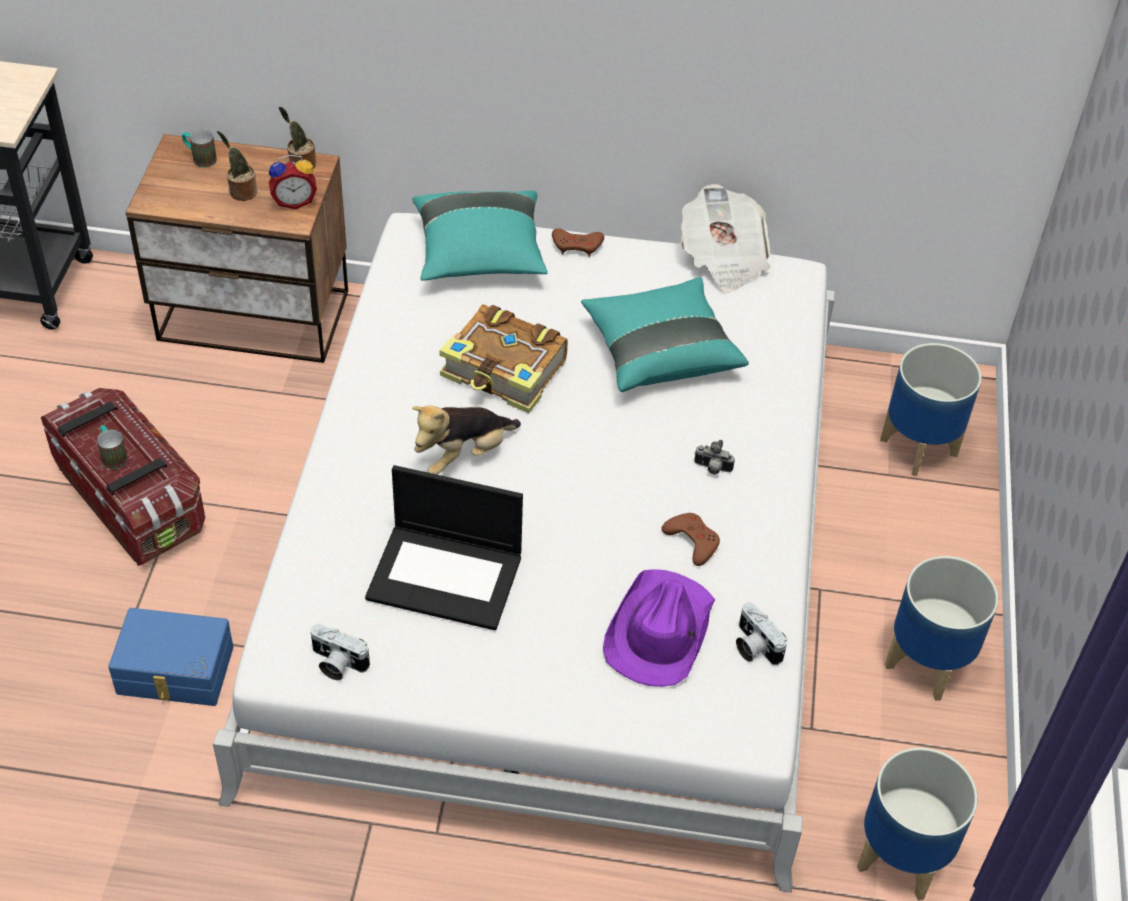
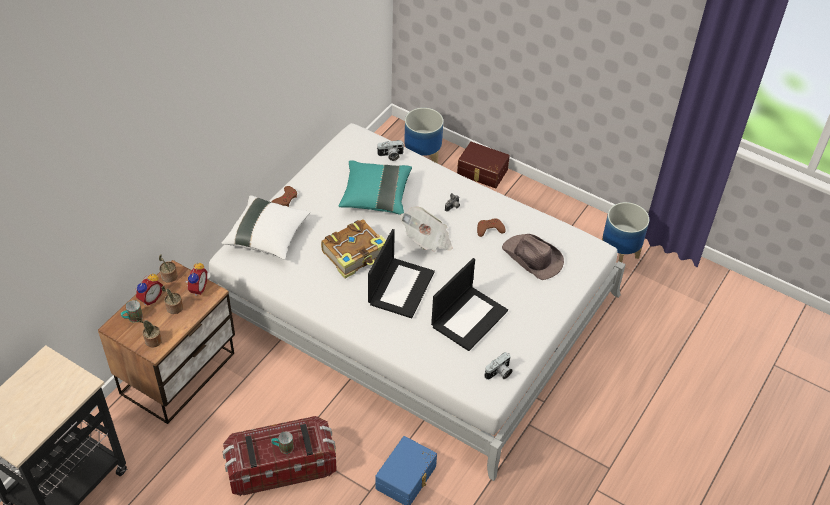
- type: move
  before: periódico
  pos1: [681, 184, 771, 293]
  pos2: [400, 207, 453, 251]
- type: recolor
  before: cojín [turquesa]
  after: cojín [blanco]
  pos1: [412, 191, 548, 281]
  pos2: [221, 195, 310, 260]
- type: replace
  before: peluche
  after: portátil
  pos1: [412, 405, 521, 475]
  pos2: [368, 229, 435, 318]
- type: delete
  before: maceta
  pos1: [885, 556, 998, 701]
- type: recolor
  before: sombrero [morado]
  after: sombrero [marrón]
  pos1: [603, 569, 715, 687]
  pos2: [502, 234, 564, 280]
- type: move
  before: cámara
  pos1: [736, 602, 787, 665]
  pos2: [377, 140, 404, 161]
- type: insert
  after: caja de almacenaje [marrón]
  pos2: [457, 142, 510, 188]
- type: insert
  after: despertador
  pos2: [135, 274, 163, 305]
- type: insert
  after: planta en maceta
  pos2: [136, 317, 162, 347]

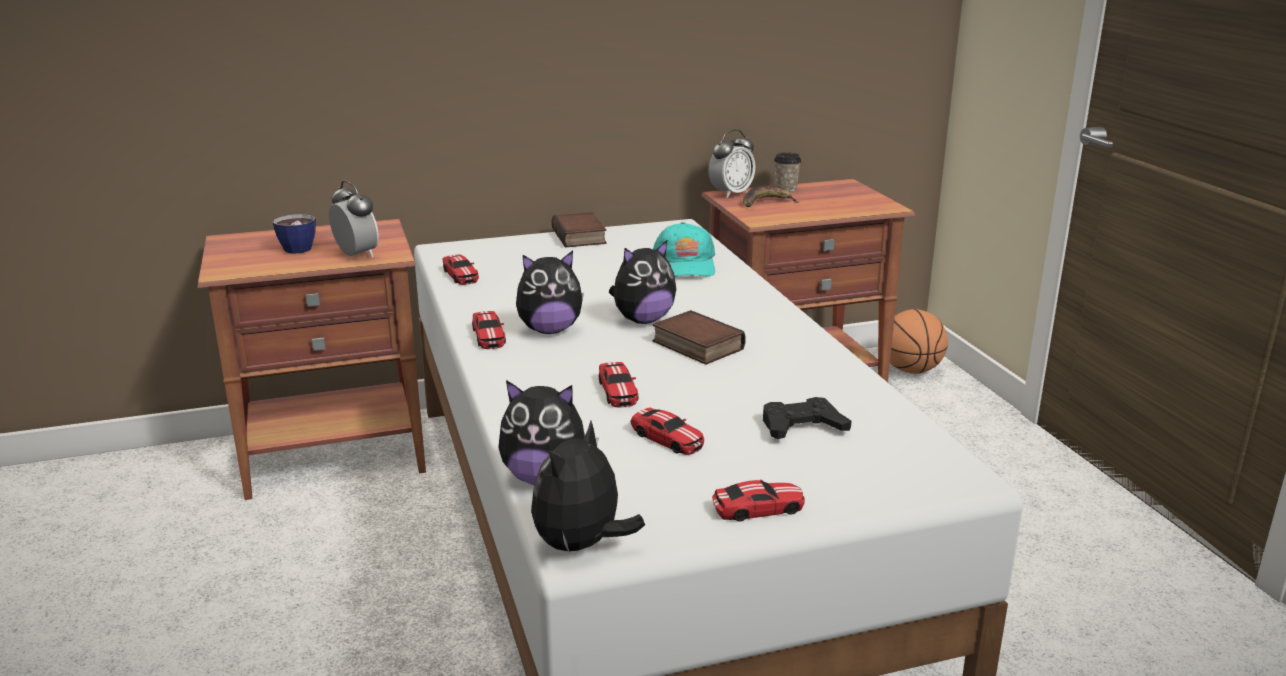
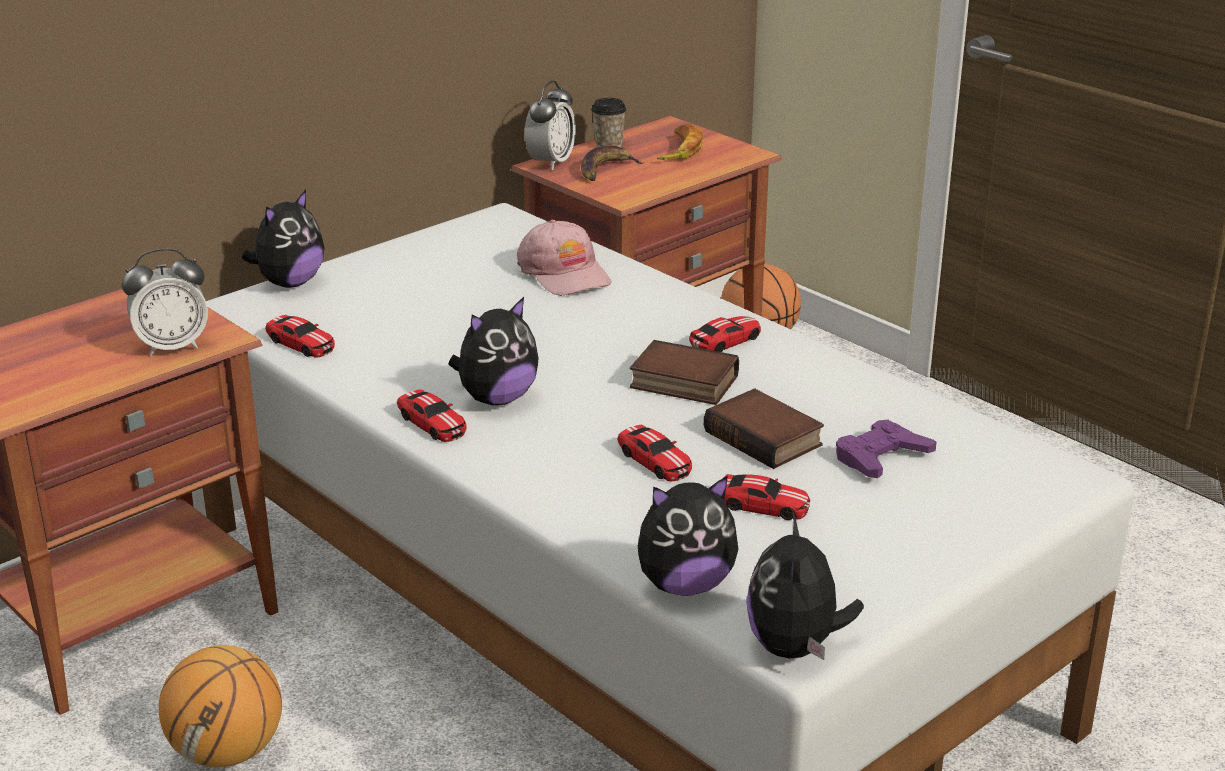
- type: rotate
  before: despertador
  pos1: [329, 180, 379, 258]
  pos2: [121, 248, 208, 356]
  turn: 135
- type: move
  before: libro
  pos1: [552, 212, 607, 248]
  pos2: [704, 388, 824, 469]
- type: delete
  before: taza
  pos1: [273, 214, 316, 253]
- type: recolor
  before: gorra [turquesa]
  after: gorra [rosa]
  pos1: [653, 222, 715, 277]
  pos2: [517, 220, 611, 296]
- type: move
  before: peluche
  pos1: [609, 240, 676, 324]
  pos2: [242, 190, 324, 288]
- type: recolor
  before: mando de consola [negro]
  after: mando de consola [morado]
  pos1: [763, 397, 851, 439]
  pos2: [836, 420, 937, 478]
- type: move
  before: coche de juguete
  pos1: [712, 480, 805, 521]
  pos2: [689, 316, 761, 352]
- type: insert
  after: plátano
  pos2: [657, 124, 703, 160]
- type: insert
  after: balón de baloncesto
  pos2: [159, 645, 282, 767]

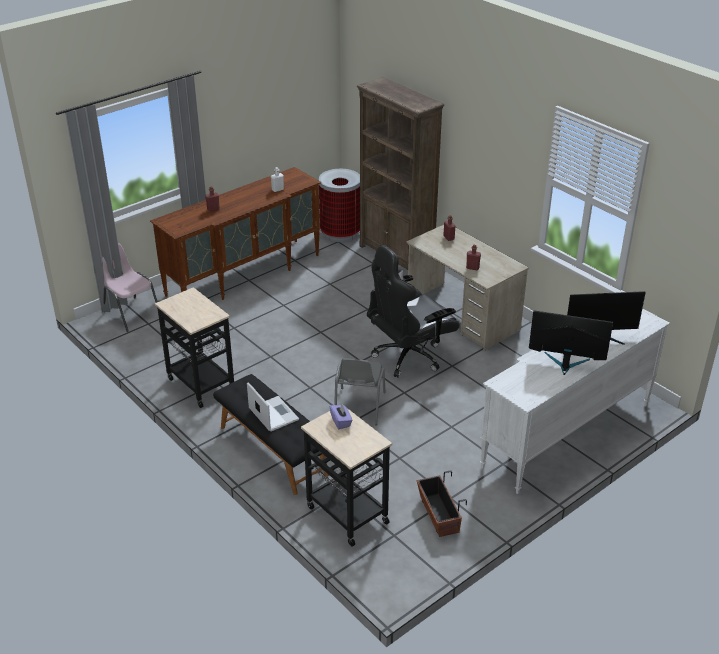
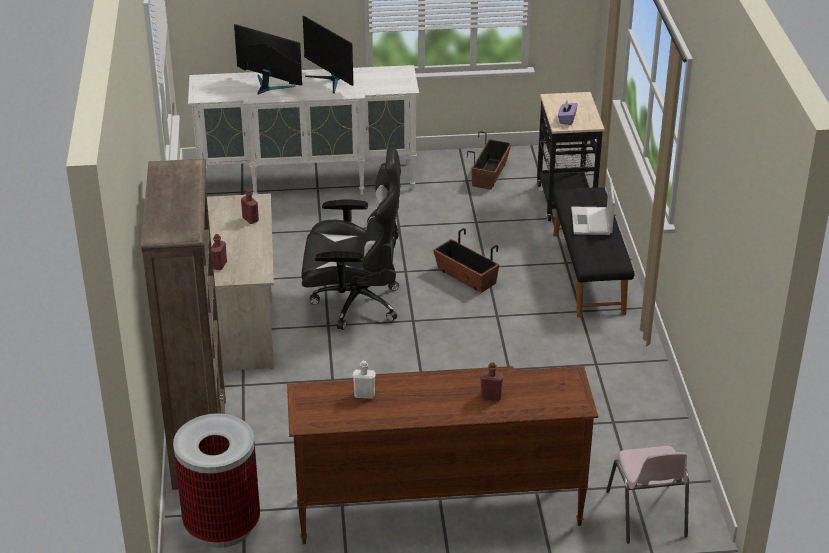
- type: delete
  before: carrito
  pos1: [155, 287, 234, 408]
- type: replace
  before: silla [gris]
  after: maceta
  pos1: [334, 358, 385, 425]
  pos2: [433, 228, 499, 293]

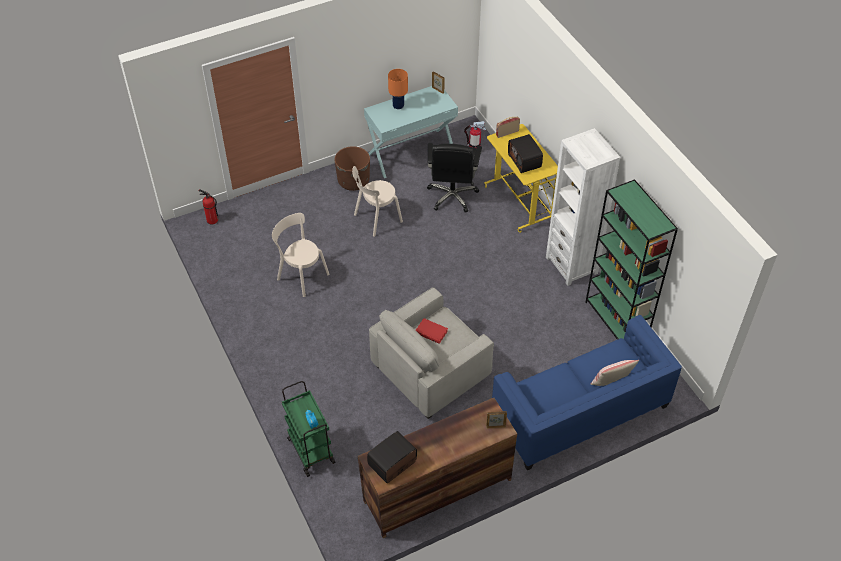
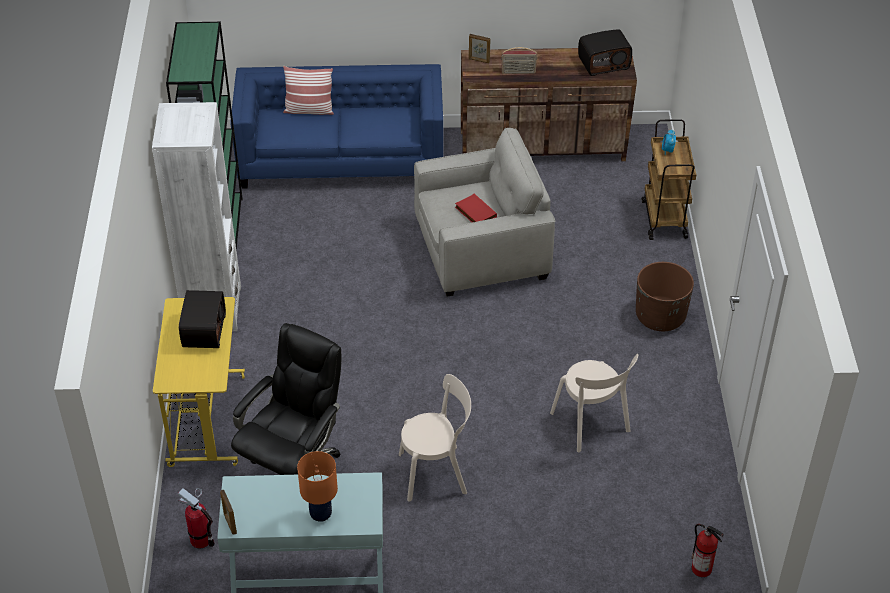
- type: move
  before: radio
  pos1: [496, 116, 520, 138]
  pos2: [501, 47, 537, 74]
- type: move
  before: maceta [marrón]
  pos1: [335, 146, 370, 191]
  pos2: [636, 262, 694, 331]
- type: recolor
  before: carrito [verde]
  after: carrito [marrón]
  pos1: [282, 381, 335, 477]
  pos2: [641, 119, 696, 240]

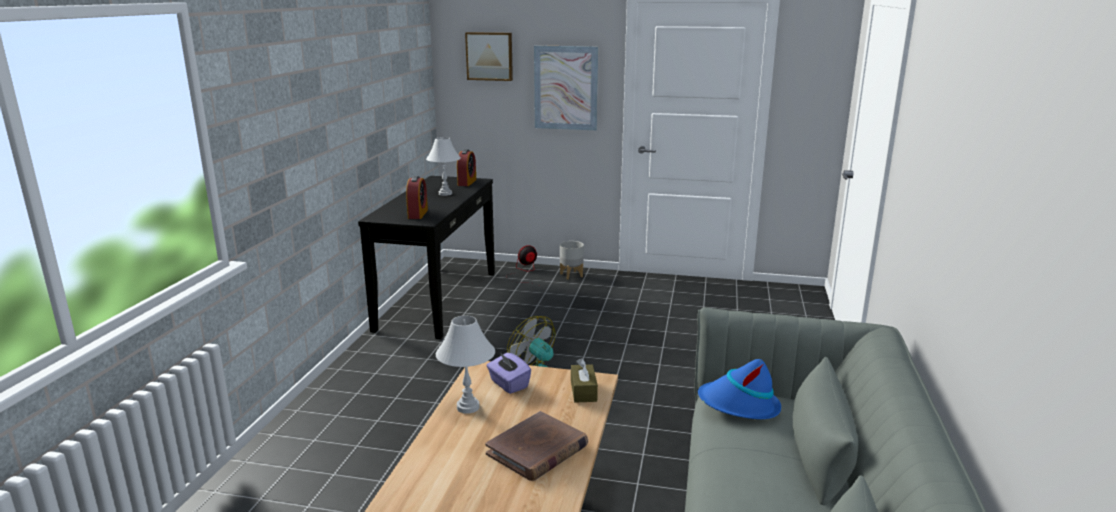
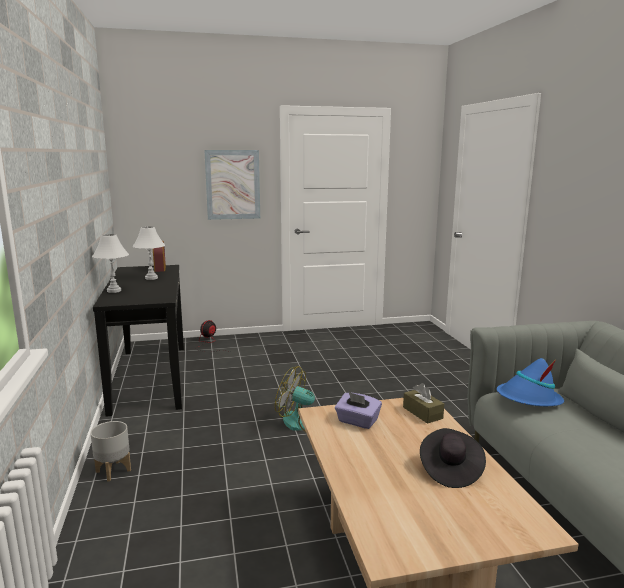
- type: delete
  before: cuadro
  pos1: [465, 32, 513, 81]
- type: delete
  before: despertador
  pos1: [406, 176, 428, 219]
- type: move
  before: maceta [gris]
  pos1: [560, 241, 584, 280]
  pos2: [90, 421, 131, 481]
- type: move
  before: lámpara de mesa [blanco]
  pos1: [436, 316, 495, 414]
  pos2: [92, 234, 129, 293]
- type: replace
  before: libro [marrón]
  after: sombrero [negro]
  pos1: [485, 411, 588, 481]
  pos2: [420, 428, 486, 488]

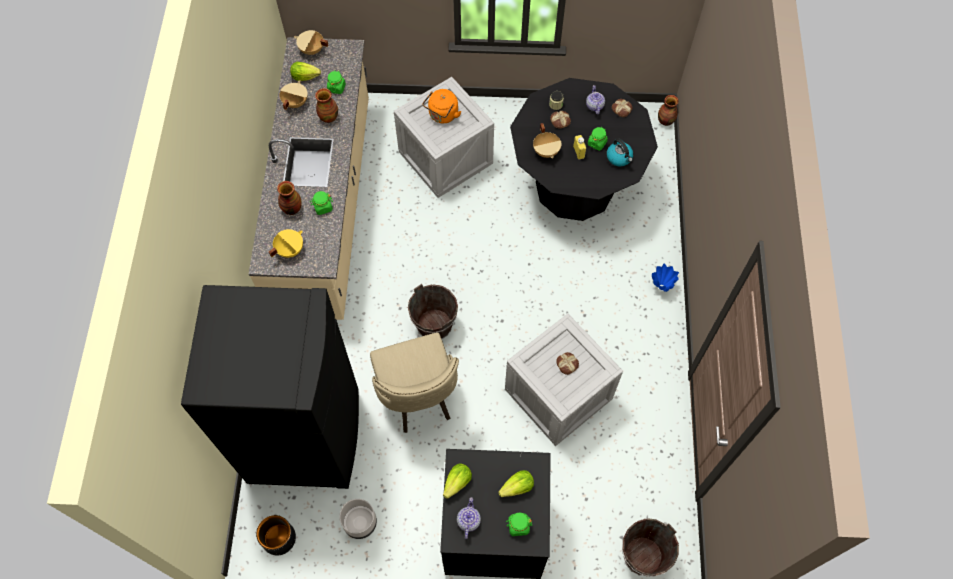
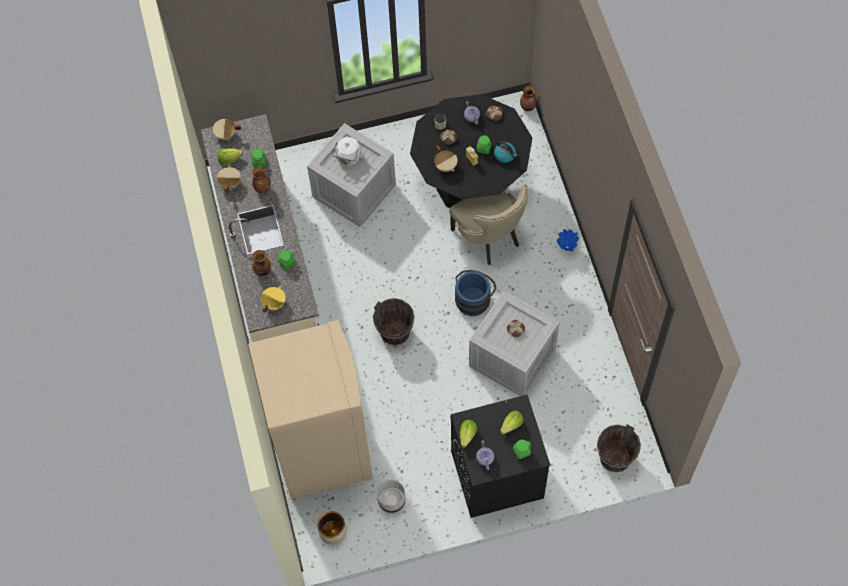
- type: recolor
  before: hervidor [naranja]
  after: hervidor [blanco]
  pos1: [423, 89, 461, 123]
  pos2: [332, 137, 366, 166]
- type: recolor
  before: nevera [negro]
  after: nevera [beis]
  pos1: [181, 285, 359, 489]
  pos2: [248, 320, 373, 499]
- type: move
  before: silla [beis]
  pos1: [370, 332, 459, 433]
  pos2: [449, 185, 528, 265]
- type: recolor
  before: maceta [negro]
  after: maceta [beis]
  pos1: [256, 515, 296, 556]
  pos2: [317, 511, 347, 545]
- type: insert
  after: cubo [azul]
  pos2: [455, 270, 497, 316]

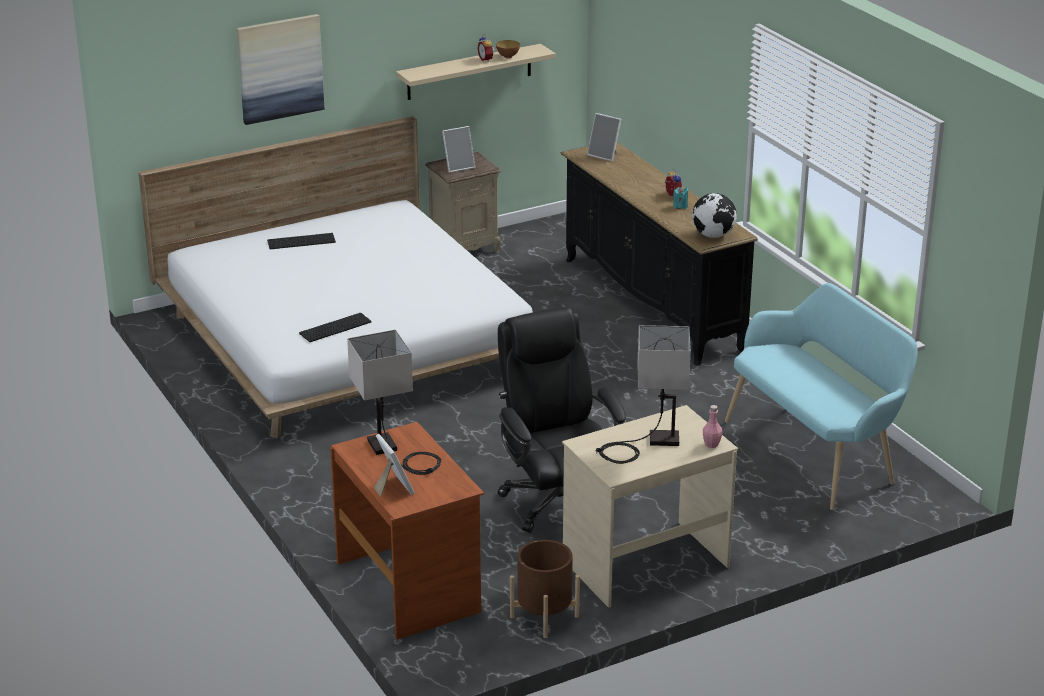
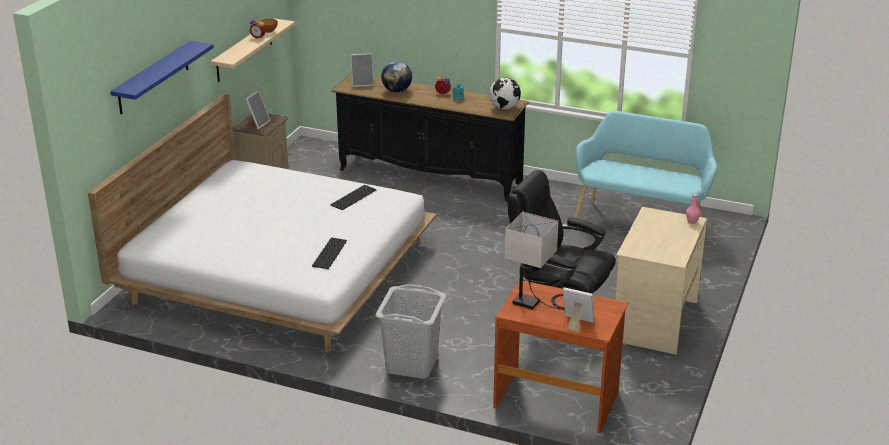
- type: replace
  before: cuadro
  after: estante [azul]
  pos1: [237, 14, 324, 125]
  pos2: [110, 41, 214, 114]
- type: move
  before: teclado
  pos1: [267, 233, 336, 249]
  pos2: [330, 185, 376, 210]
- type: delete
  before: lámpara de mesa
  pos1: [595, 325, 691, 464]
- type: delete
  before: maceta [marrón]
  pos1: [510, 540, 580, 638]
- type: insert
  after: globo terráqueo
  pos2: [381, 61, 412, 92]
- type: insert
  after: cesto de la ropa [gris]
  pos2: [375, 284, 446, 379]

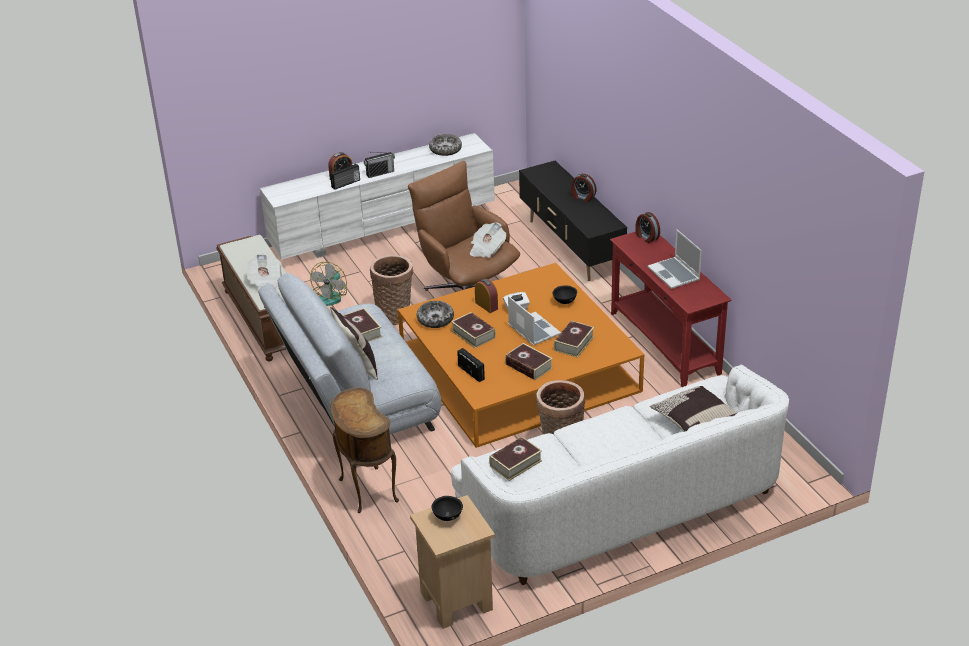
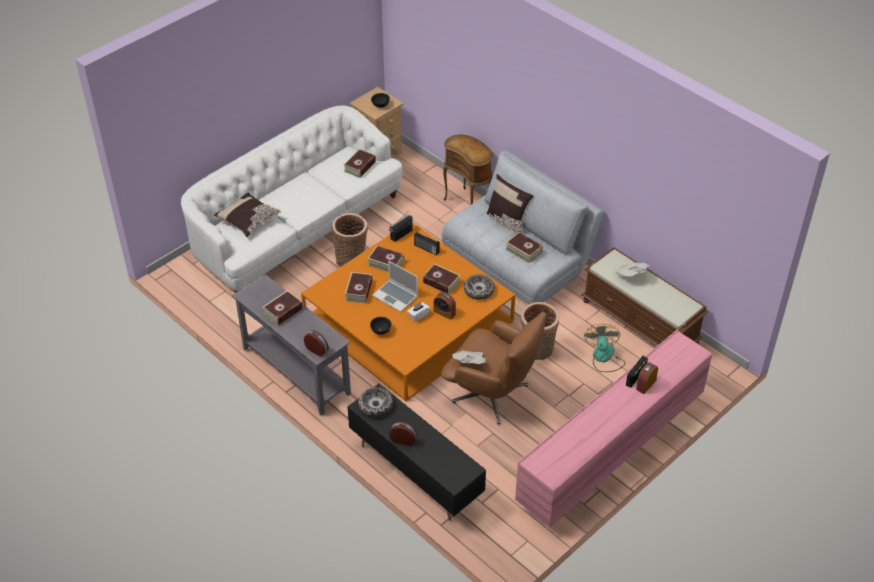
- type: recolor
  before: armario [blanco]
  after: armario [rosa]
  pos1: [260, 133, 495, 260]
  pos2: [515, 329, 712, 528]
- type: move
  before: cuenco
  pos1: [429, 134, 462, 156]
  pos2: [358, 387, 393, 417]
- type: move
  before: radio
  pos1: [364, 152, 395, 178]
  pos2: [389, 213, 413, 242]
- type: replace
  before: portátil
  after: libro
  pos1: [648, 229, 702, 289]
  pos2: [262, 290, 303, 326]
- type: recolor
  before: mesa consola [rojo]
  after: mesa consola [gris]
  pos1: [610, 232, 731, 387]
  pos2: [232, 274, 351, 416]

